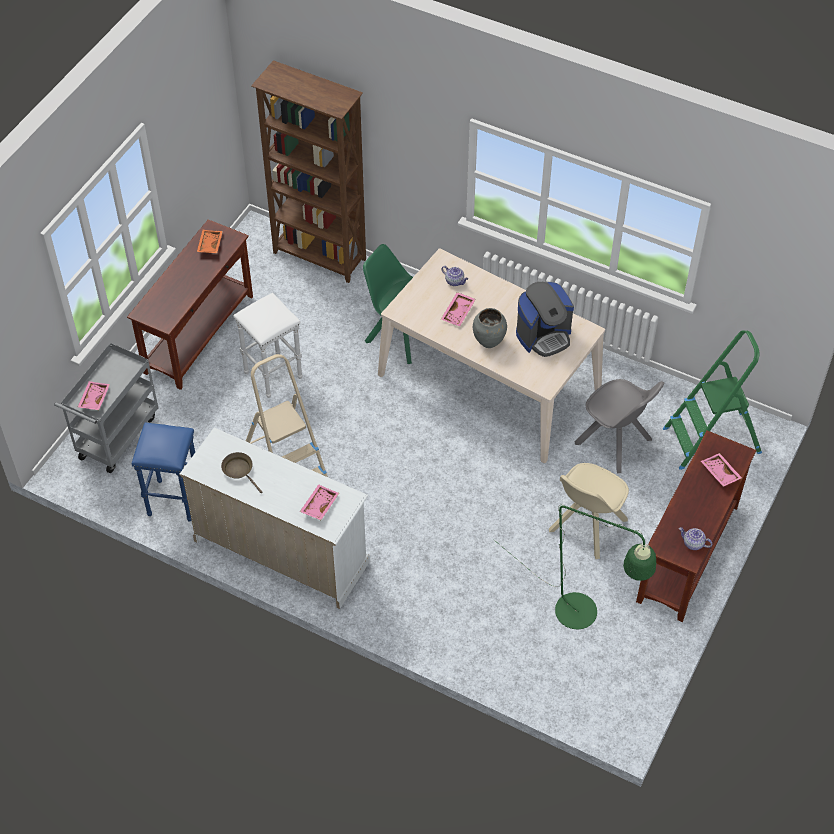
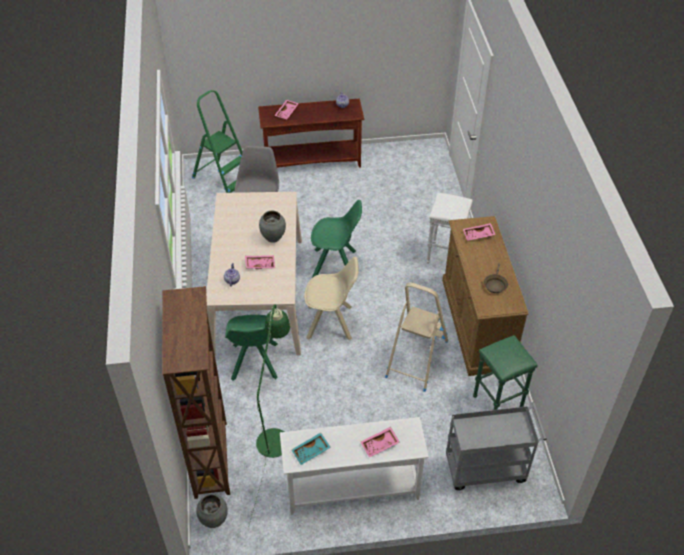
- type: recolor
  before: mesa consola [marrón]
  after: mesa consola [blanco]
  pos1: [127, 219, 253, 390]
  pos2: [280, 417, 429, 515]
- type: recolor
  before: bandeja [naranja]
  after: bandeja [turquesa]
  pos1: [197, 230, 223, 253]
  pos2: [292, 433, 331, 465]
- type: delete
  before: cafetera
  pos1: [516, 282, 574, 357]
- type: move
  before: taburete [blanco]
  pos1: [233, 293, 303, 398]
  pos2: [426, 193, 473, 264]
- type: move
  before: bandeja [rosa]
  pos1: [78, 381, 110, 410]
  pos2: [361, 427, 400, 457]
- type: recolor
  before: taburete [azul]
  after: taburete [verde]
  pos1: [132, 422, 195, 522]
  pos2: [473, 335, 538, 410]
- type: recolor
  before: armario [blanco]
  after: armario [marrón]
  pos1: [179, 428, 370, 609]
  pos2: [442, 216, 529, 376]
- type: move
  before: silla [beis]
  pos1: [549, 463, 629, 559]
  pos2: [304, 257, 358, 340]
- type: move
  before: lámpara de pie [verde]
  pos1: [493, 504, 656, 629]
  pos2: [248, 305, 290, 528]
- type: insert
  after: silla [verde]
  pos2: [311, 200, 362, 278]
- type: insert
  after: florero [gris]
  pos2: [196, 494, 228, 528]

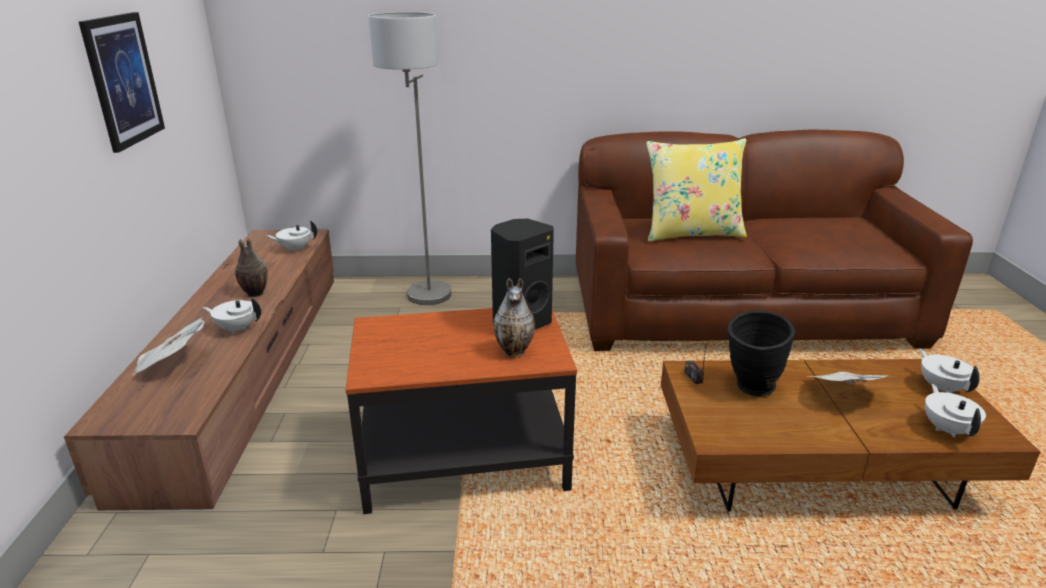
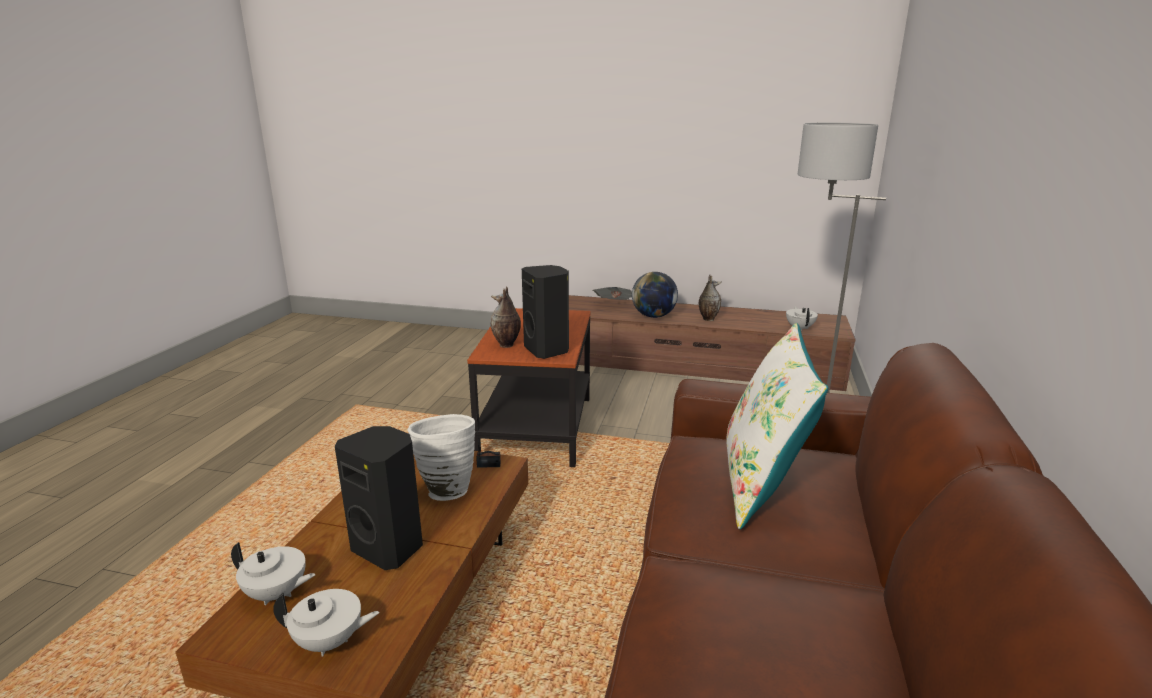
- type: delete
  before: cuadro
  pos1: [79, 12, 165, 153]
- type: recolor
  before: cojín [amarillo]
  after: cojín [blanco]
  pos1: [646, 138, 747, 242]
  pos2: [727, 323, 828, 529]
- type: replace
  before: tetera [blanco]
  after: globo terráqueo
  pos1: [202, 298, 261, 334]
  pos2: [632, 272, 678, 318]
- type: recolor
  before: florero [negro]
  after: florero [blanco]
  pos1: [728, 310, 795, 396]
  pos2: [407, 414, 475, 501]
- type: replace
  before: periódico
  after: altavoz [negro]
  pos1: [808, 372, 895, 385]
  pos2: [335, 426, 423, 570]

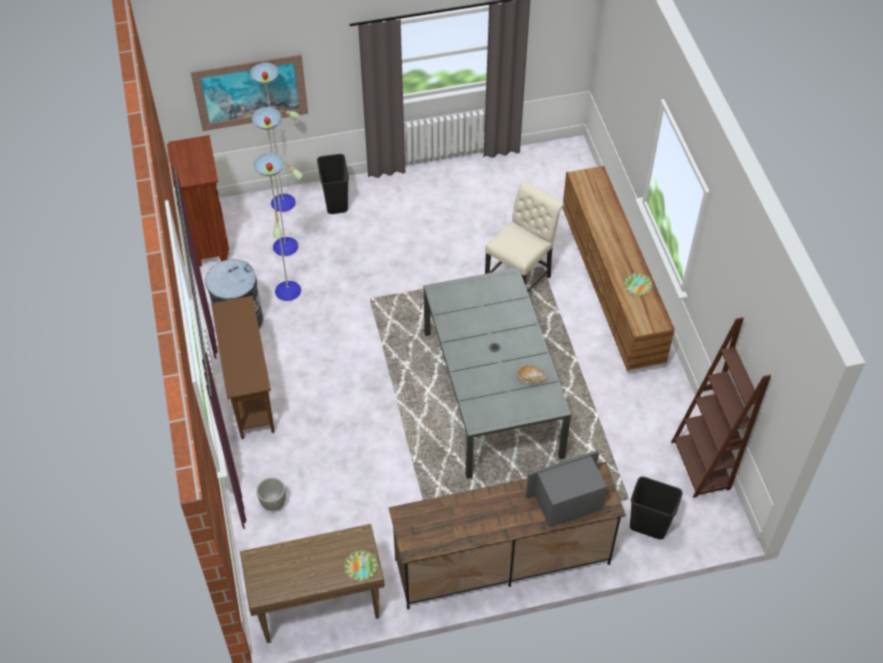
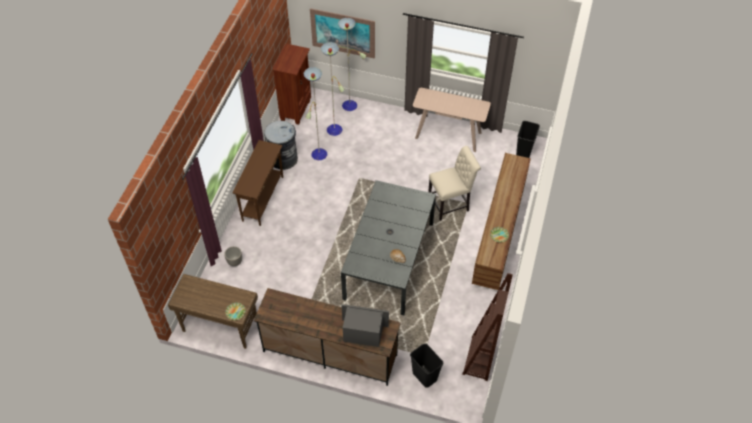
- type: move
  before: papelera [negro]
  pos1: [317, 154, 349, 214]
  pos2: [516, 121, 540, 158]
- type: insert
  after: mesa consola [beis]
  pos2: [413, 88, 491, 152]

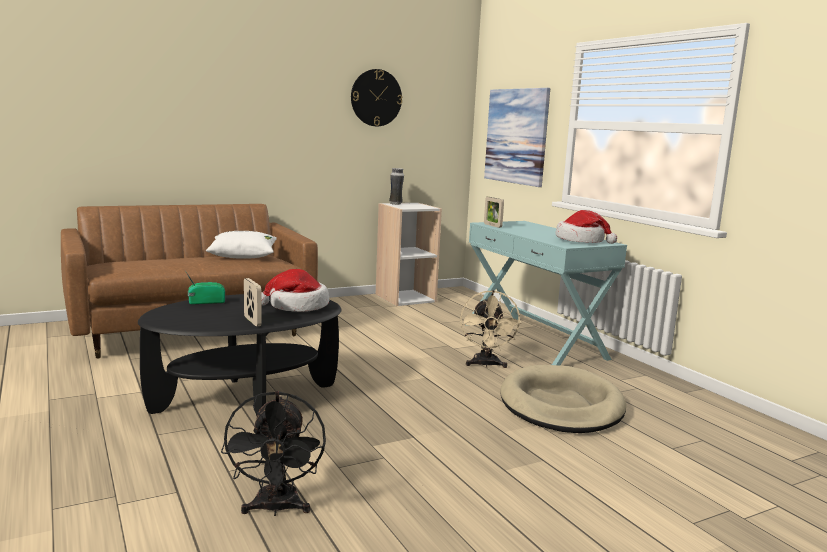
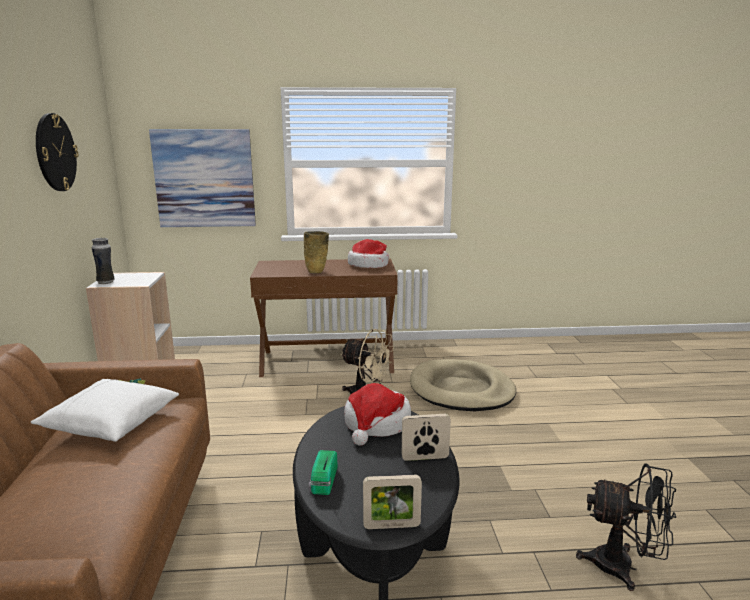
- type: move
  before: portarretratos
  pos1: [484, 197, 504, 228]
  pos2: [363, 475, 422, 529]
- type: recolor
  before: mesa consola [turquesa]
  after: mesa consola [marrón]
  pos1: [466, 221, 627, 365]
  pos2: [250, 259, 398, 377]
- type: insert
  after: florero [beis]
  pos2: [304, 231, 329, 273]

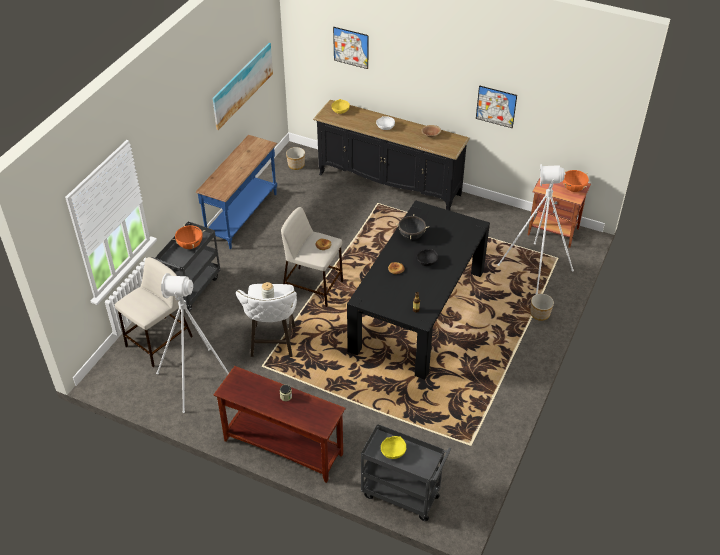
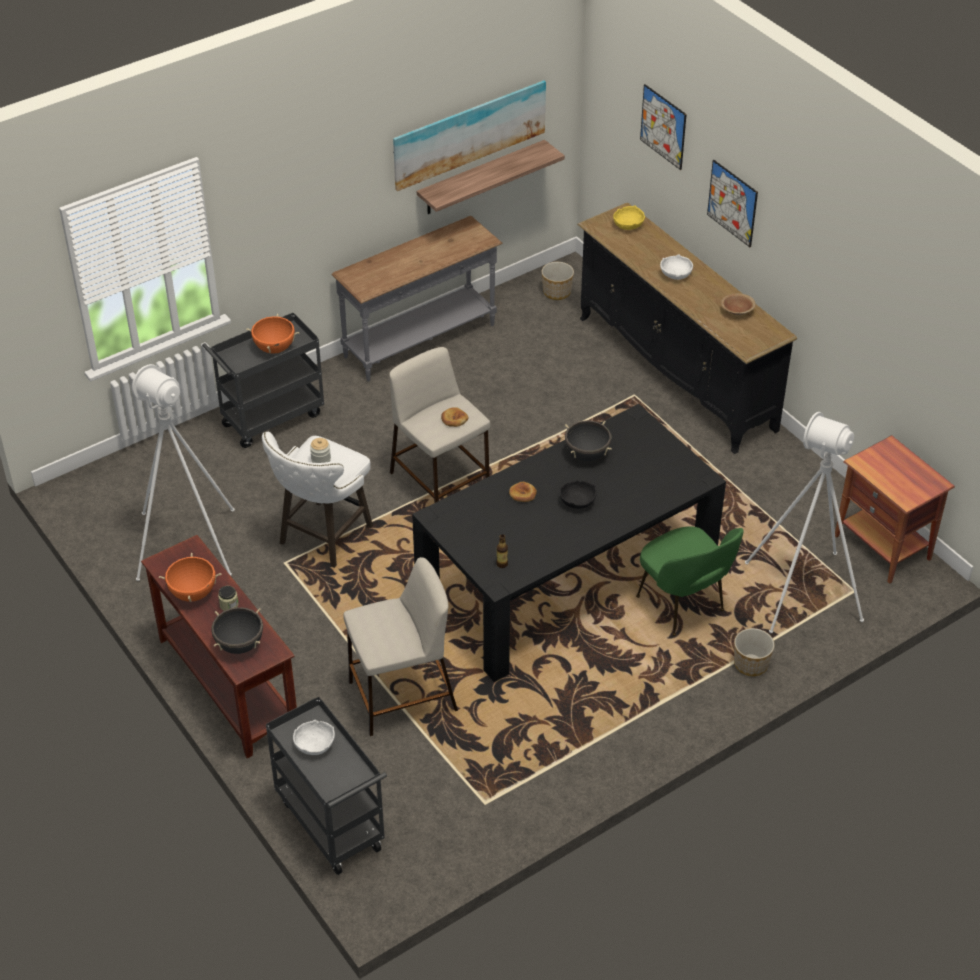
- type: move
  before: cuadro
  pos1: [476, 85, 517, 128]
  pos2: [707, 160, 758, 247]
- type: recolor
  before: mesa consola [azul]
  after: mesa consola [gris]
  pos1: [196, 135, 277, 249]
  pos2: [332, 216, 503, 381]
- type: move
  before: olla [naranja]
  pos1: [563, 170, 589, 192]
  pos2: [159, 552, 222, 602]
- type: move
  before: taburete [beis]
  pos1: [115, 257, 193, 367]
  pos2: [343, 557, 458, 736]
- type: recolor
  before: cuenco [amarillo]
  after: cuenco [blanco]
  pos1: [381, 436, 406, 459]
  pos2: [293, 720, 335, 755]
- type: insert
  after: estante
  pos2: [417, 140, 565, 214]
- type: insert
  after: silla [verde]
  pos2: [636, 526, 744, 636]
- type: insert
  after: olla [negro]
  pos2: [211, 607, 263, 654]

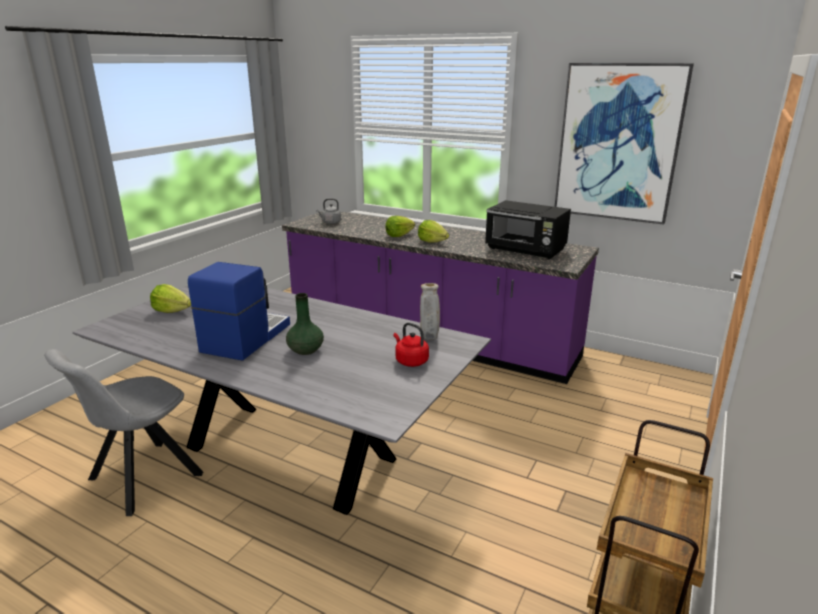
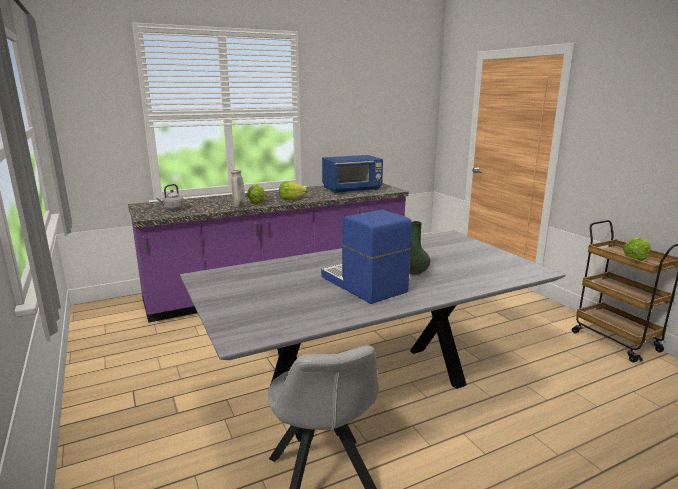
- type: delete
  before: cuadro
  pos1: [554, 63, 694, 225]
- type: recolor
  before: microondas [negro]
  after: microondas [azul]
  pos1: [485, 200, 571, 259]
  pos2: [322, 155, 383, 193]
- type: move
  before: florero [beis]
  pos1: [420, 283, 440, 339]
  pos2: [231, 170, 245, 208]
- type: move
  before: lechuga
  pos1: [150, 284, 191, 313]
  pos2: [623, 238, 651, 261]
- type: delete
  before: hervidor [rojo]
  pos1: [394, 323, 429, 367]

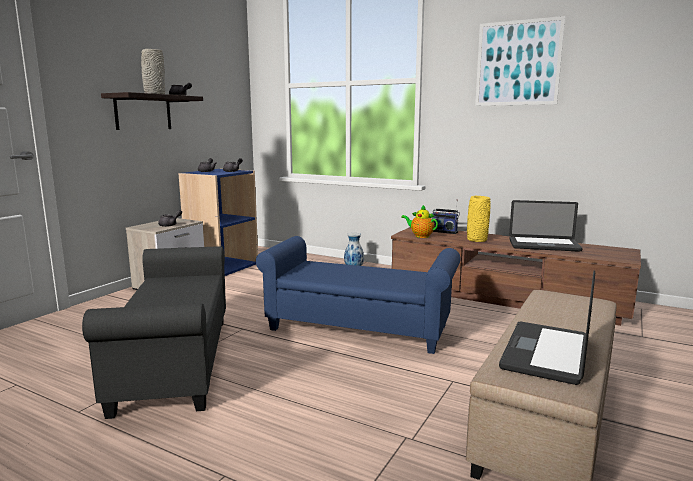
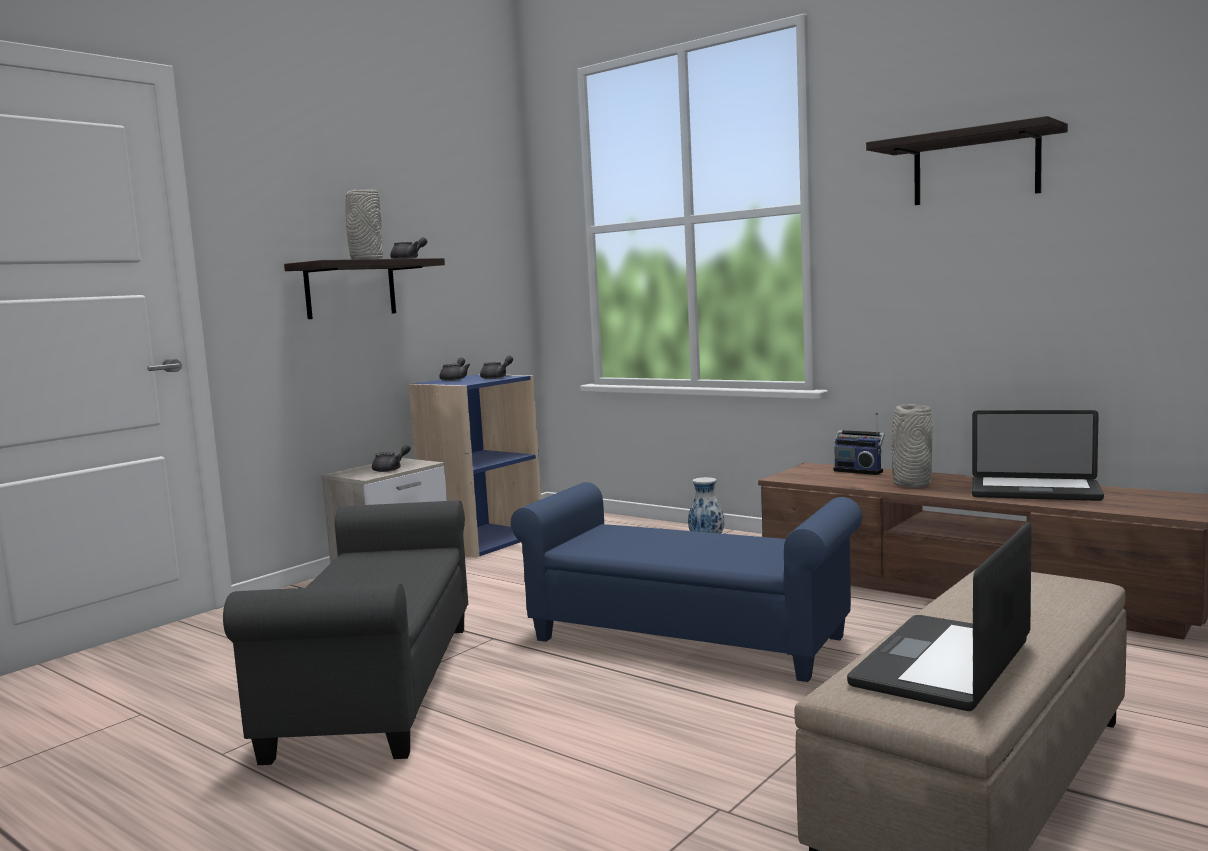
- type: replace
  before: cuadro
  after: estante
  pos1: [475, 16, 565, 106]
  pos2: [866, 116, 1068, 205]
- type: recolor
  before: florero [amarillo]
  after: florero [gris]
  pos1: [467, 196, 491, 242]
  pos2: [892, 405, 933, 488]
- type: delete
  before: tetera
  pos1: [401, 205, 438, 238]

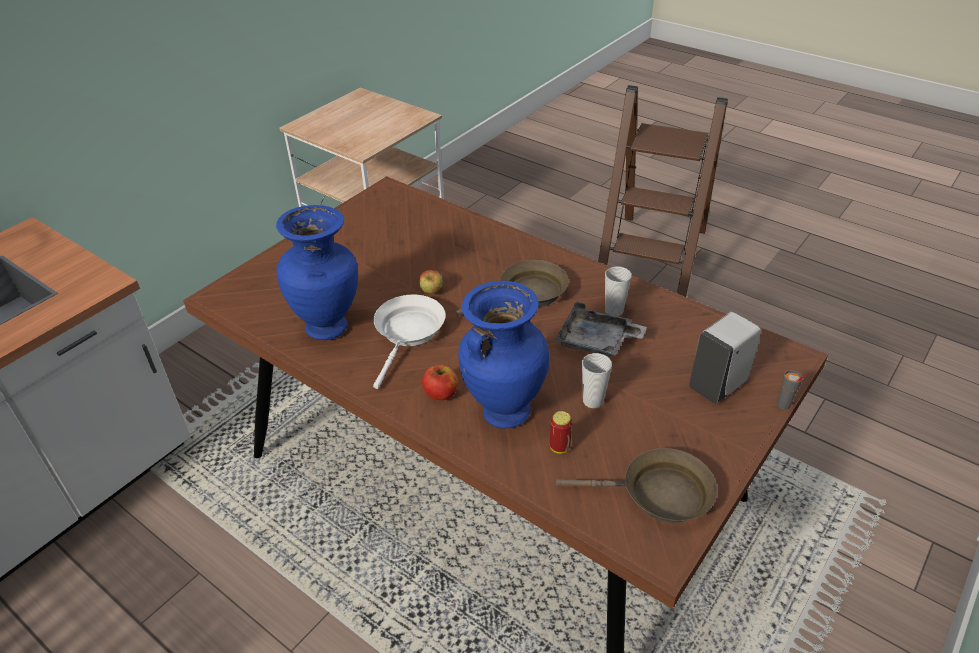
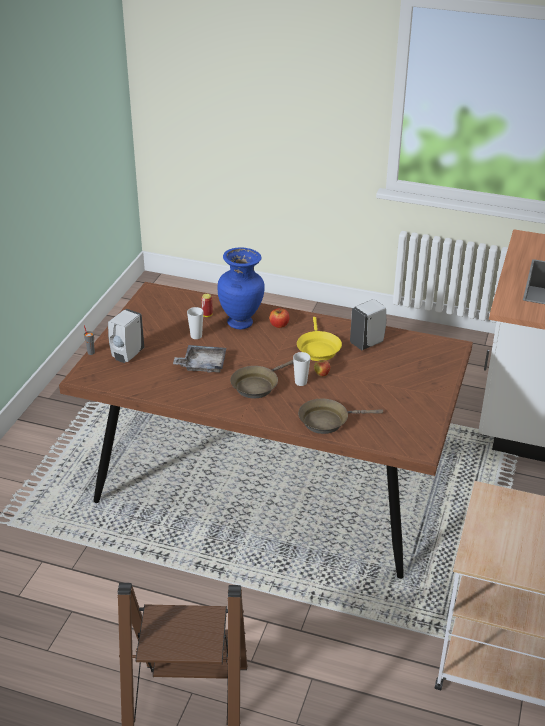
- type: replace
  before: florero [azul]
  after: dispensador de jabón [blanco]
  pos1: [276, 205, 358, 340]
  pos2: [350, 299, 386, 350]
- type: move
  before: taza
  pos1: [605, 266, 632, 316]
  pos2: [293, 352, 311, 386]
- type: recolor
  before: sartén [blanco]
  after: sartén [amarillo]
  pos1: [373, 295, 446, 389]
  pos2: [297, 317, 342, 361]
- type: move
  before: sartén [marrón]
  pos1: [556, 448, 717, 523]
  pos2: [298, 399, 383, 434]

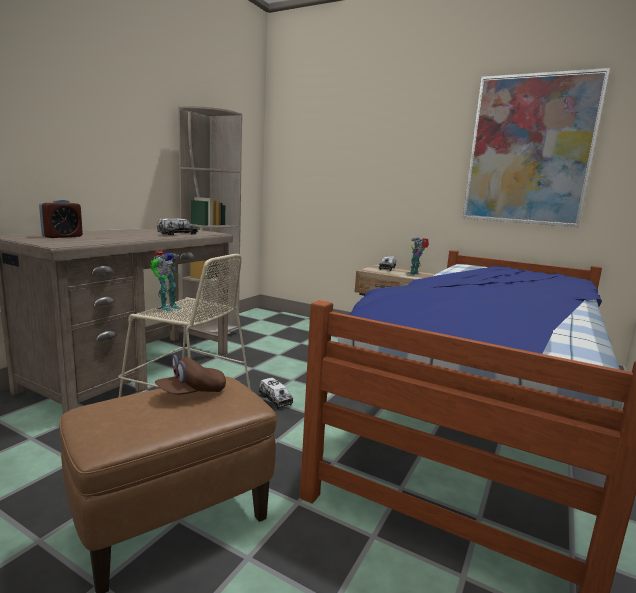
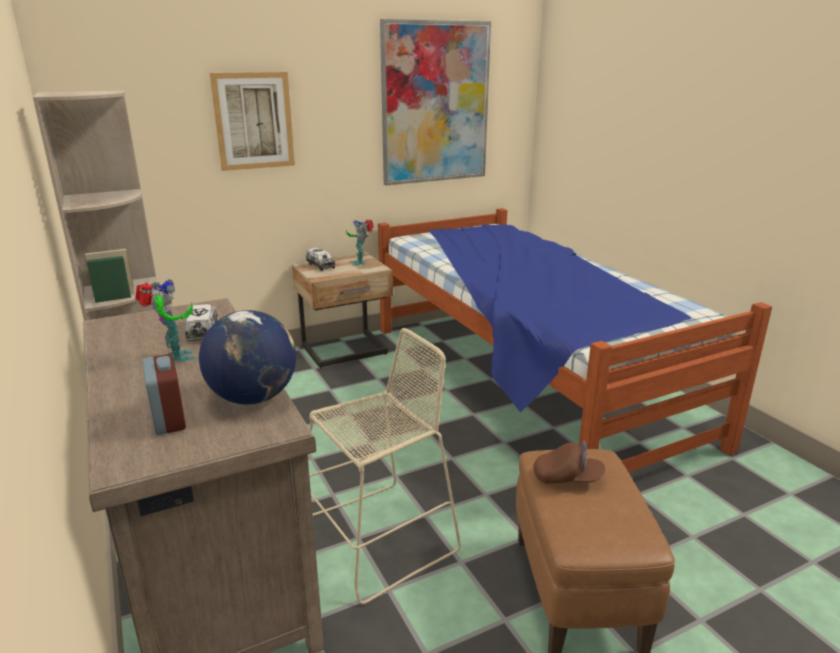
- type: move
  before: robot de juguete
  pos1: [150, 250, 182, 311]
  pos2: [135, 279, 195, 364]
- type: rotate
  before: gorra [marrón]
  pos1: [155, 355, 226, 395]
  pos2: [534, 441, 605, 484]
  turn: -75
- type: delete
  before: camión de juguete
  pos1: [259, 377, 293, 409]
- type: insert
  after: cuadro
  pos2: [210, 72, 295, 171]
- type: insert
  after: globo terráqueo
  pos2: [199, 310, 296, 404]

